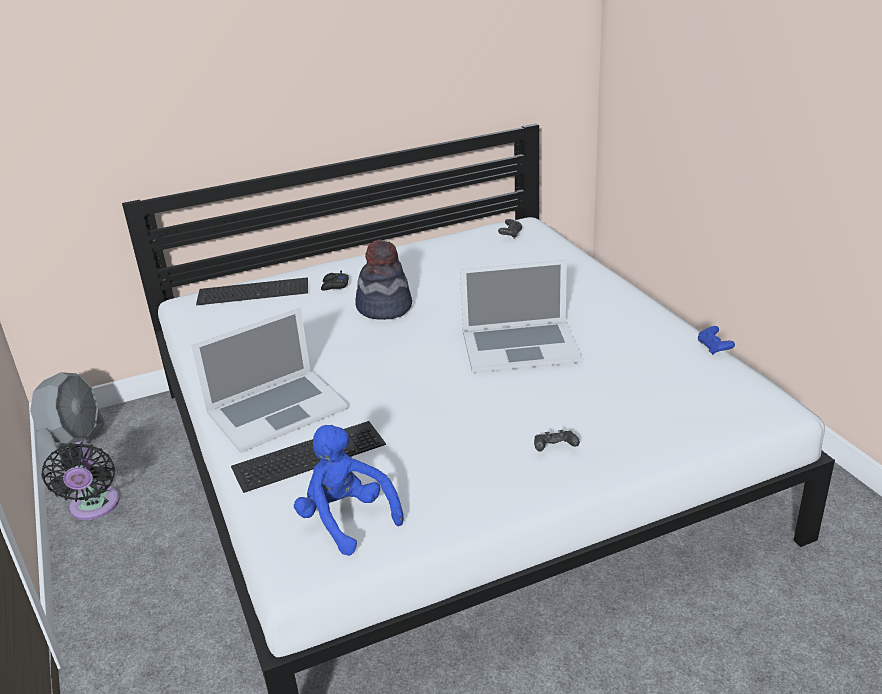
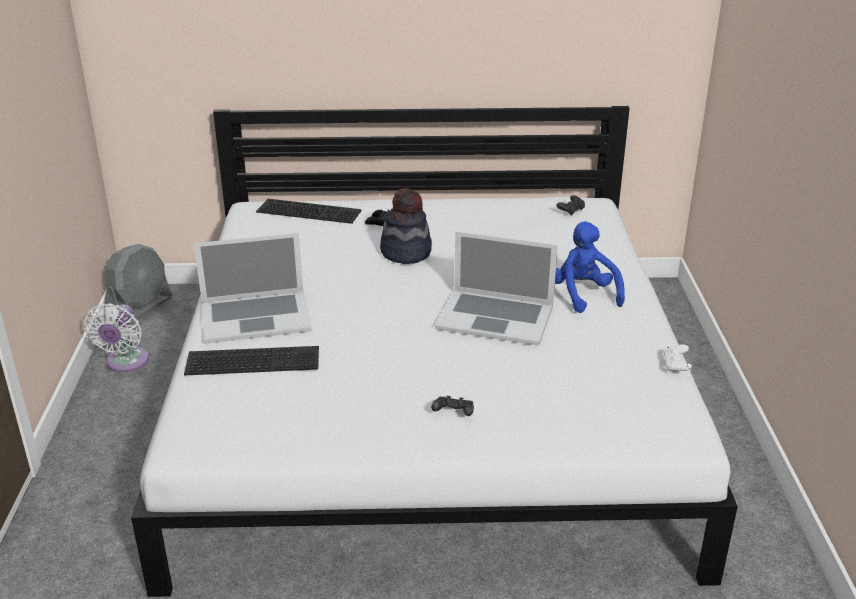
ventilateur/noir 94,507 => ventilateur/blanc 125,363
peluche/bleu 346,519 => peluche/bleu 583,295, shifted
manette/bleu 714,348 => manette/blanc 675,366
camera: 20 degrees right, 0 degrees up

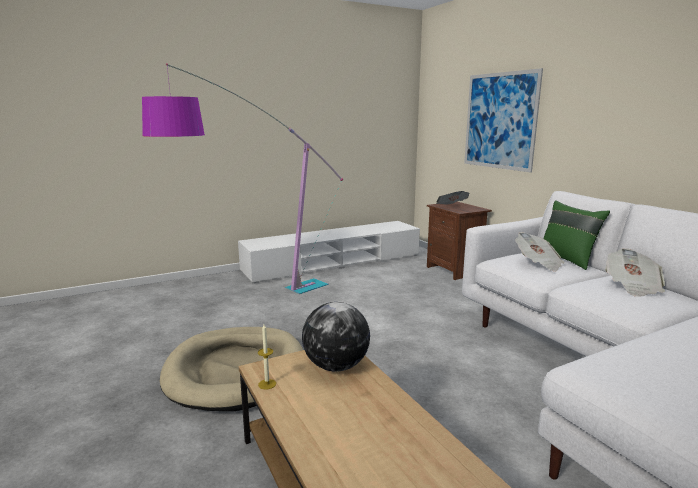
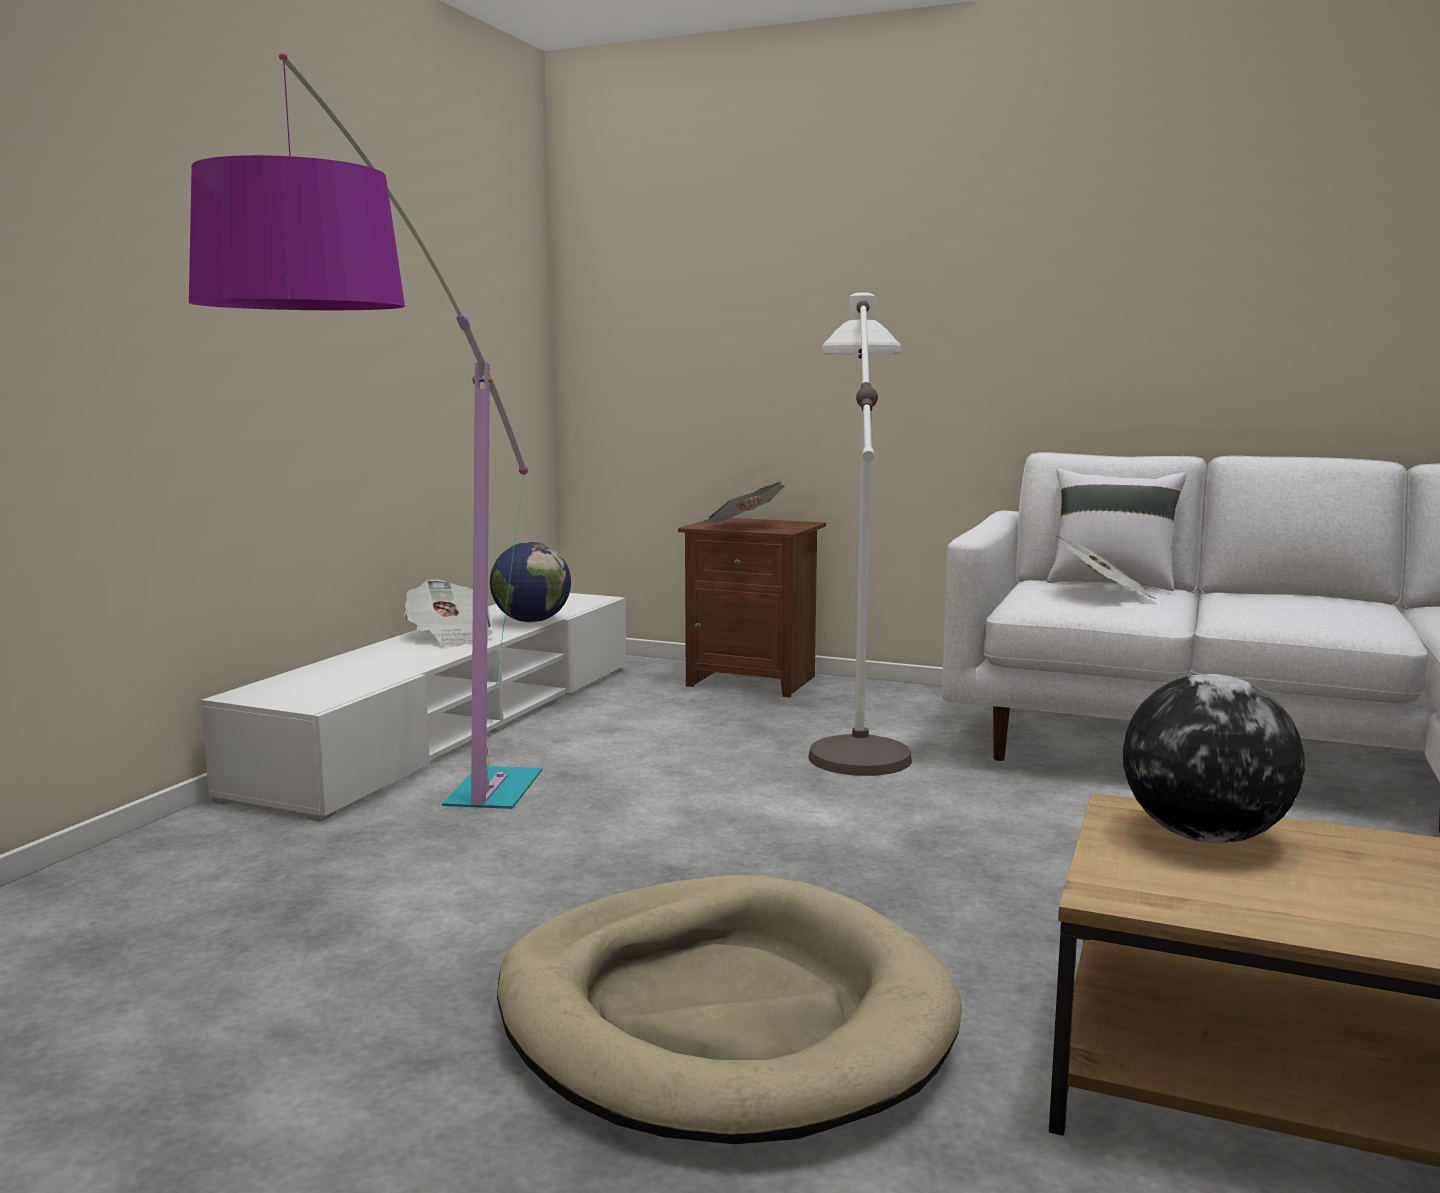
bougie 267,384 => nothing
tableau 499,121 => nothing
coussin/vert 567,260 => coussin/blanc 1111,583
journal 632,287 => journal 450,637, shifted
nothing => globe 531,621
nothing => lampadaire/blanc 857,736
camera: 40 degrees left, 5 degrees down

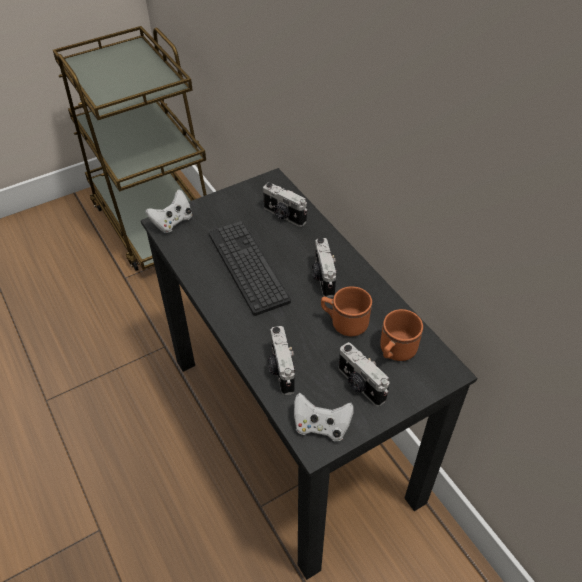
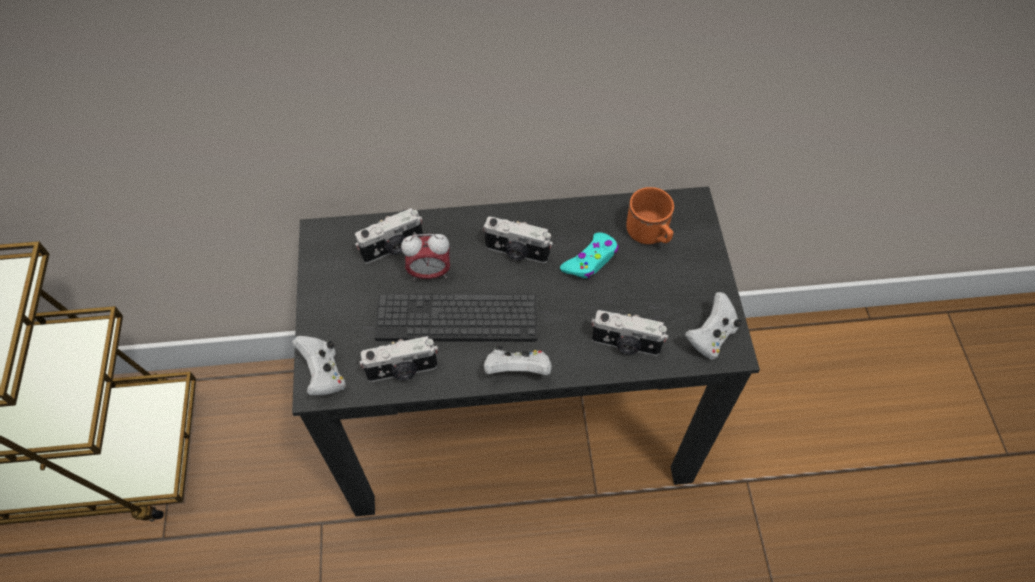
mug/orange 344,323 => manette/turquoise 590,260
appareil photo 360,385 => appareil photo 402,371, shifted
nothing => réveil 429,273
nothing => manette/blanc 517,370
camera: 65 degrees left, 10 degrees up

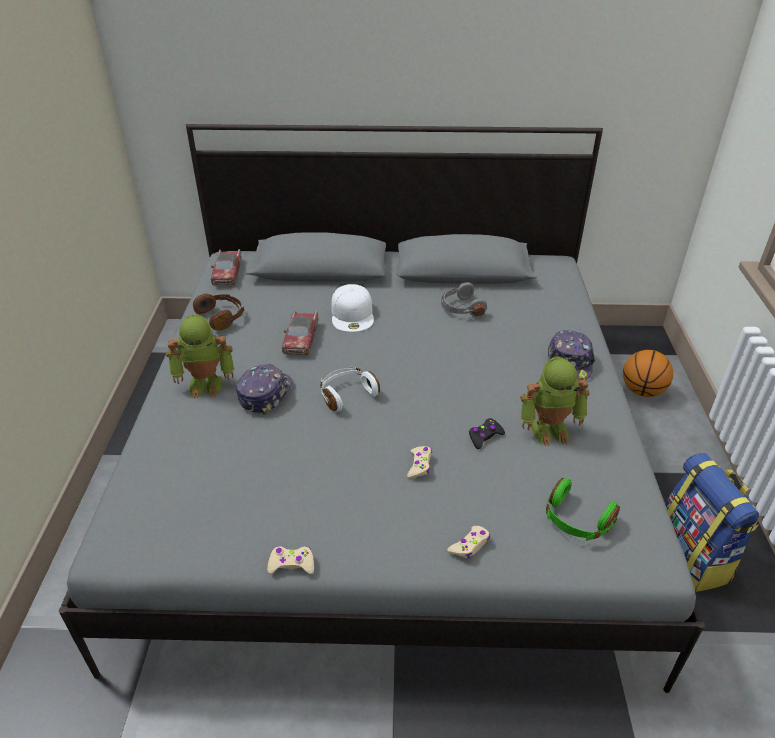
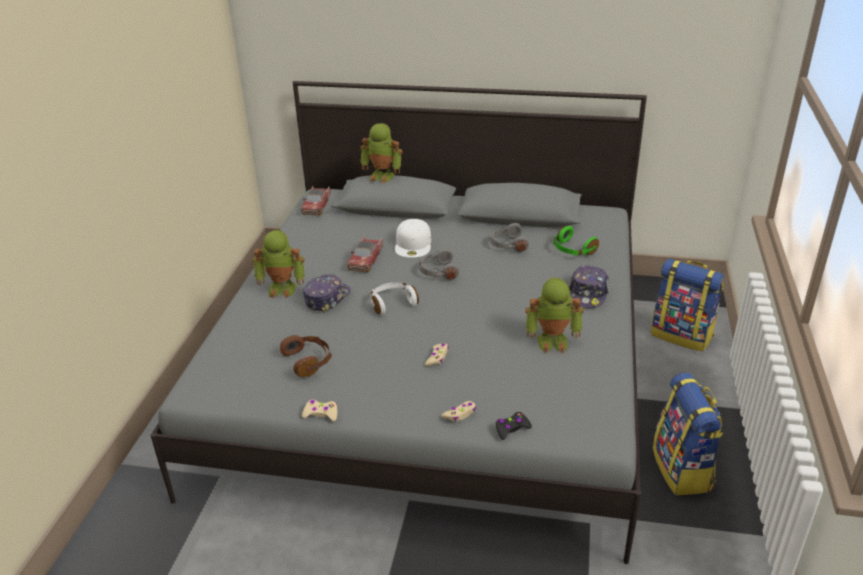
casque audio/marron 221,317 => casque audio/marron 308,361, shifted
manette/noir 484,436 => manette/noir 511,429, shifted
casque audio/vert 576,520 => casque audio/vert 572,250, shifted
ballon de basket 642,391 => sac à dos 682,335
nothing => robot jouet 382,176
nothing => casque audio/gris 438,272
camera: 10 degrees right, 5 degrees down

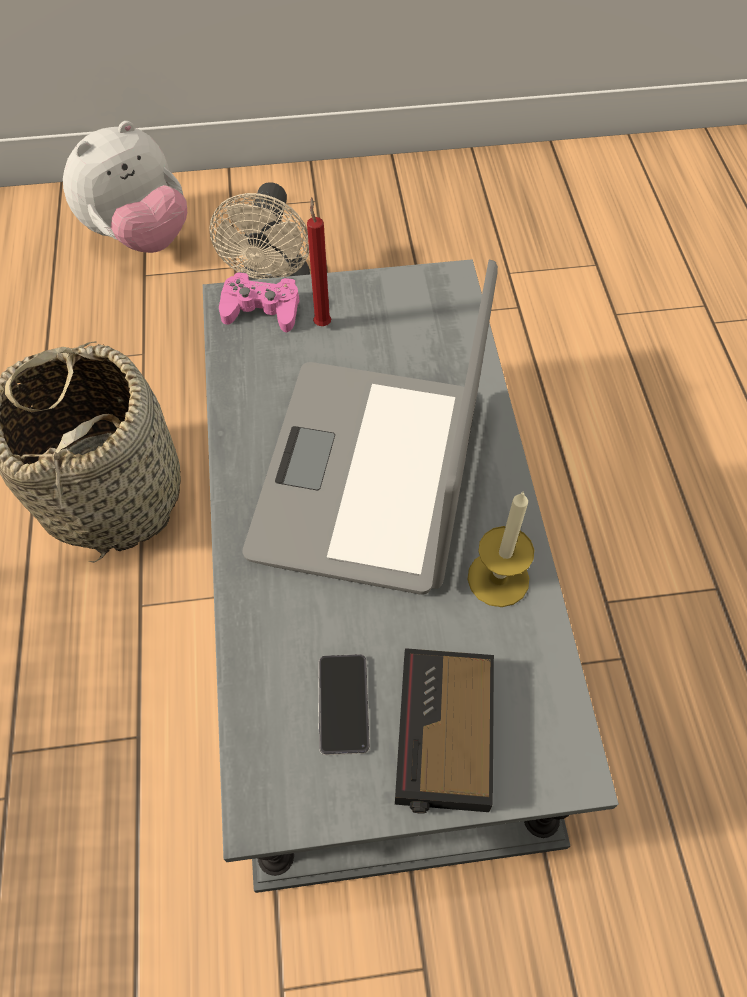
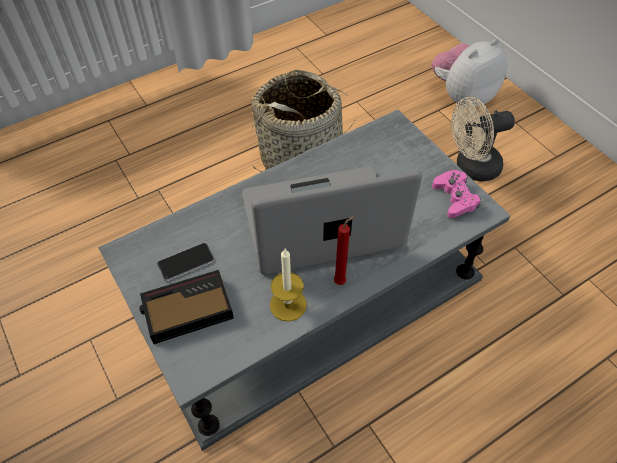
peluche 140,237 => peluche 462,96, 120 degrees clockwise
manette/rose 261,309 => manette/rose 454,198, shifted
bougie/rouge 322,322 => bougie/rouge 341,281, shifted
camera: 65 degrees right, 5 degrees down

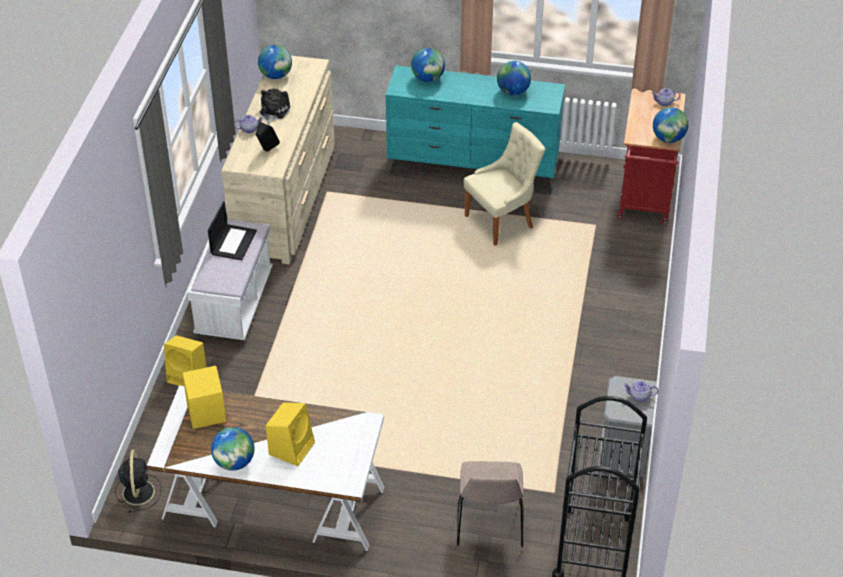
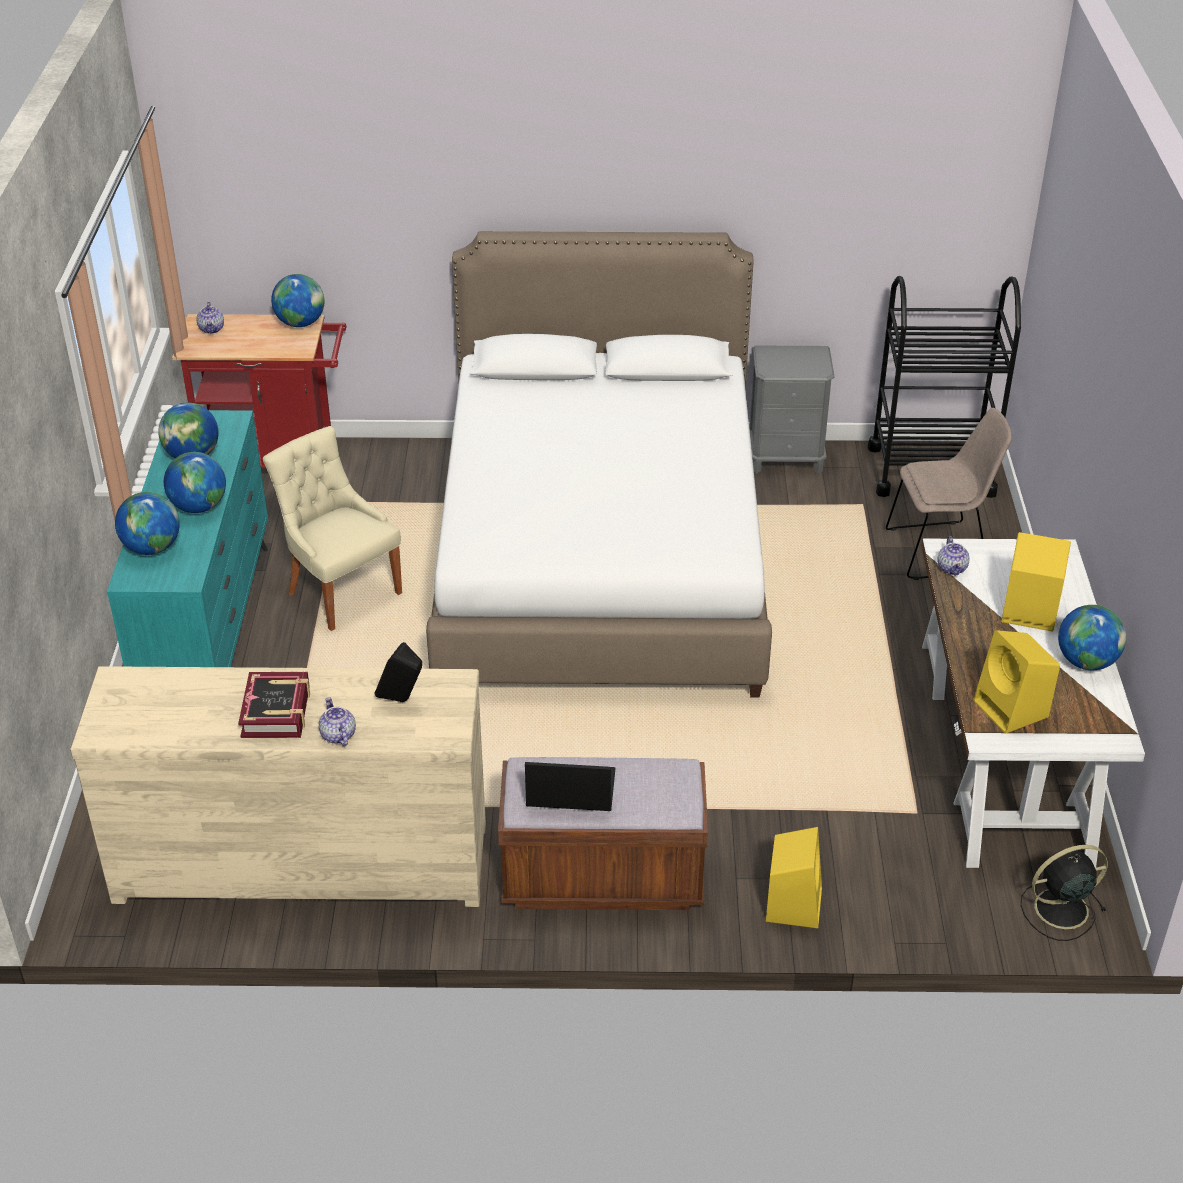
banc/blanc 234,304 => banc/marron 602,878
globe 276,75 => globe 199,507, shifted
peluche 273,111 => livre 276,712
théière 639,396 => théière 952,568, shifted
nothing => lit/blanc 600,559
camera: 100 degrees left, 5 degrees down

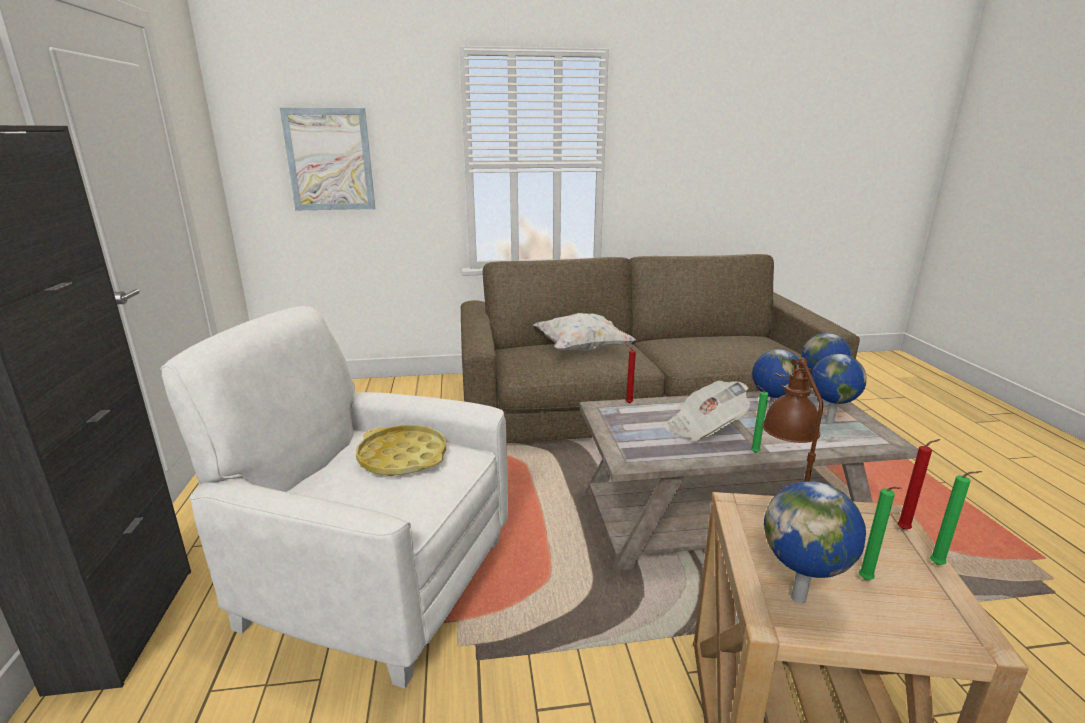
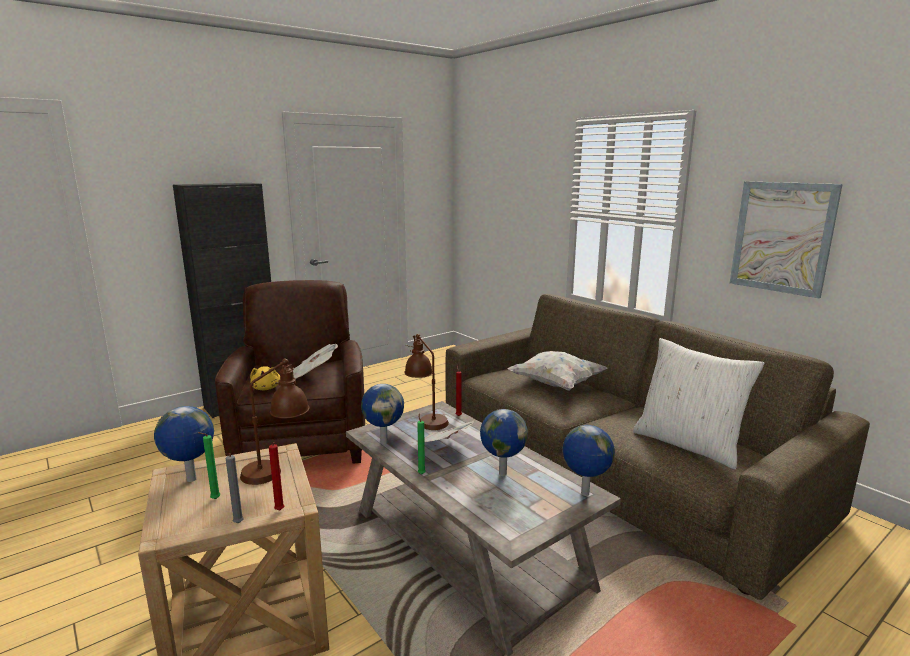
fauteuil/blanc 374,580 => fauteuil/marron 302,441
tableau 329,160 => tableau 782,237, shifted
plateau/jaune 402,457 => journal 312,374
globe 828,421 => globe 384,442, shifted
bougie/vert 939,565 => bougie/gris 237,524
nothing => peluche/jaune 266,388
nothing => lampe de table/marron 426,419
nothing => coussin/blanc 688,444
camera: 60 degrees right, 5 degrees down

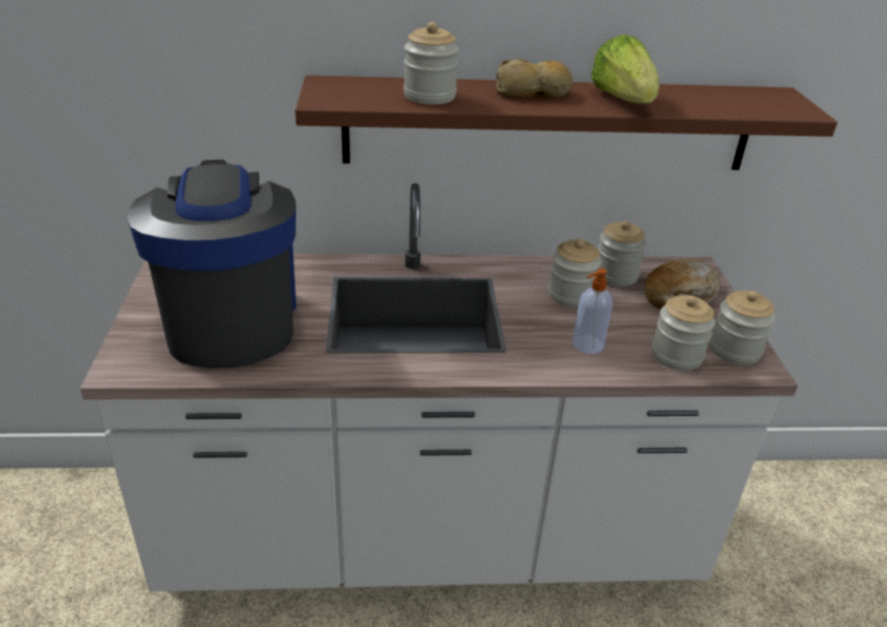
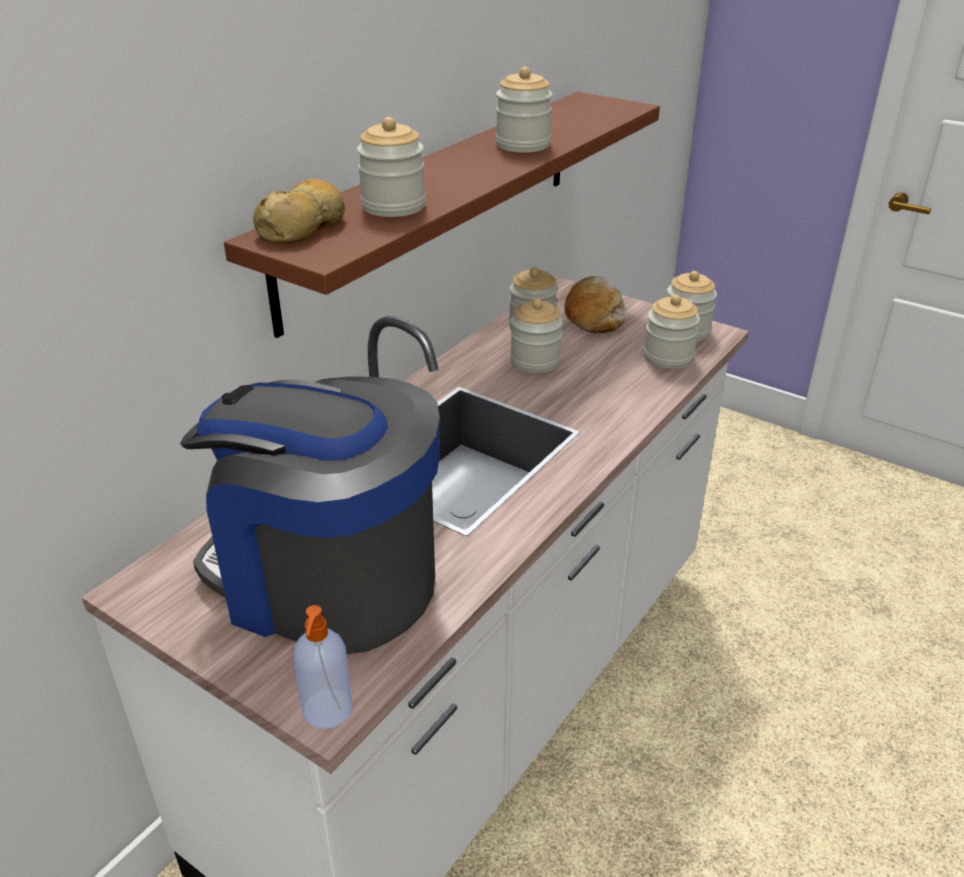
pain 533,93 => pain 304,227, shifted
distributeur de savon 587,345 => distributeur de savon 327,711, shifted
laitue 623,100 => bocal 523,145
camera: 50 degrees left, 0 degrees up

